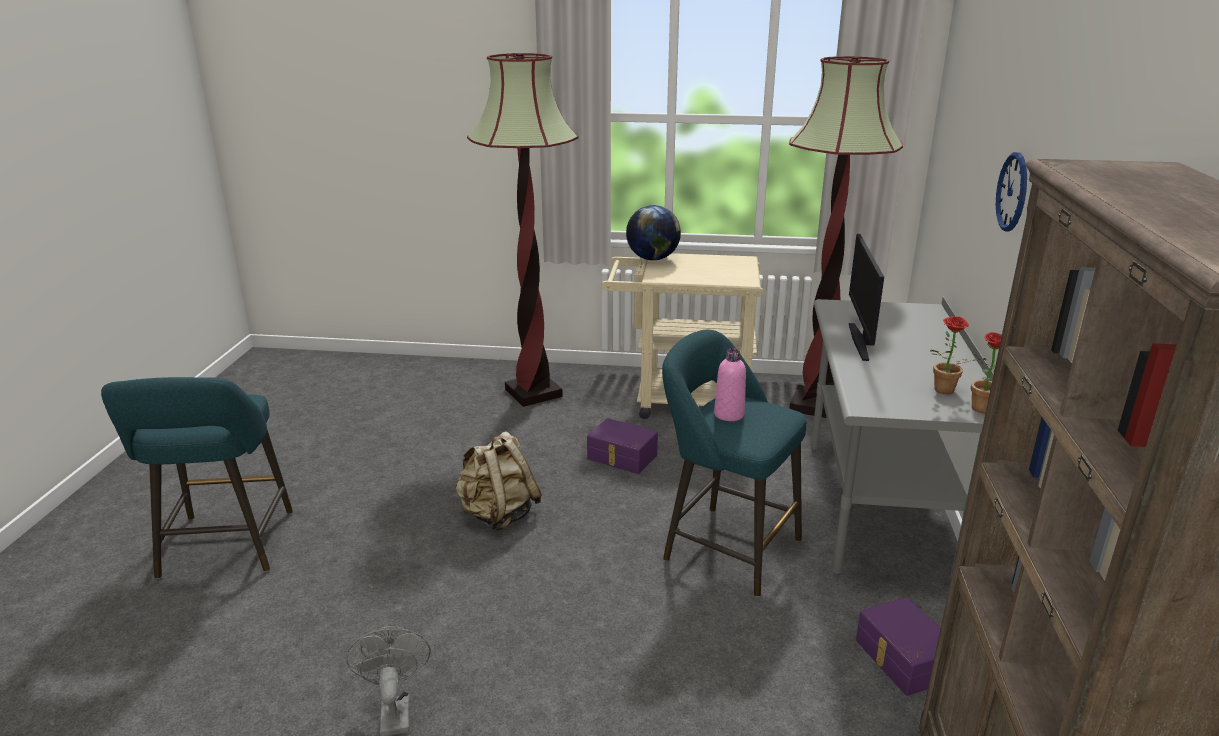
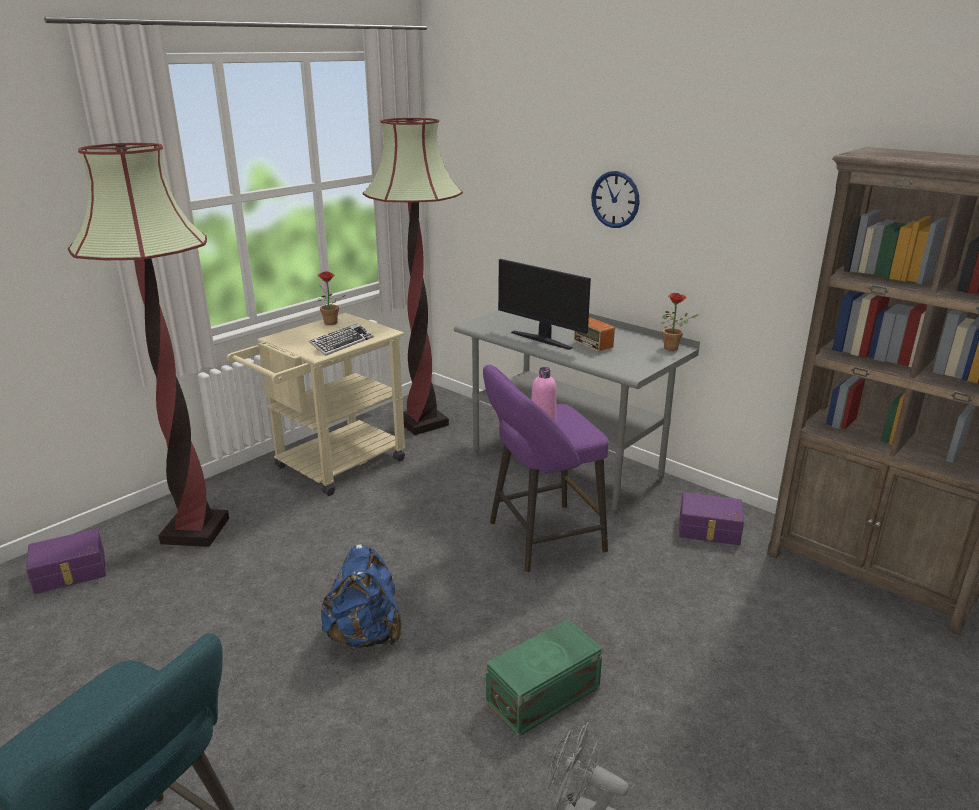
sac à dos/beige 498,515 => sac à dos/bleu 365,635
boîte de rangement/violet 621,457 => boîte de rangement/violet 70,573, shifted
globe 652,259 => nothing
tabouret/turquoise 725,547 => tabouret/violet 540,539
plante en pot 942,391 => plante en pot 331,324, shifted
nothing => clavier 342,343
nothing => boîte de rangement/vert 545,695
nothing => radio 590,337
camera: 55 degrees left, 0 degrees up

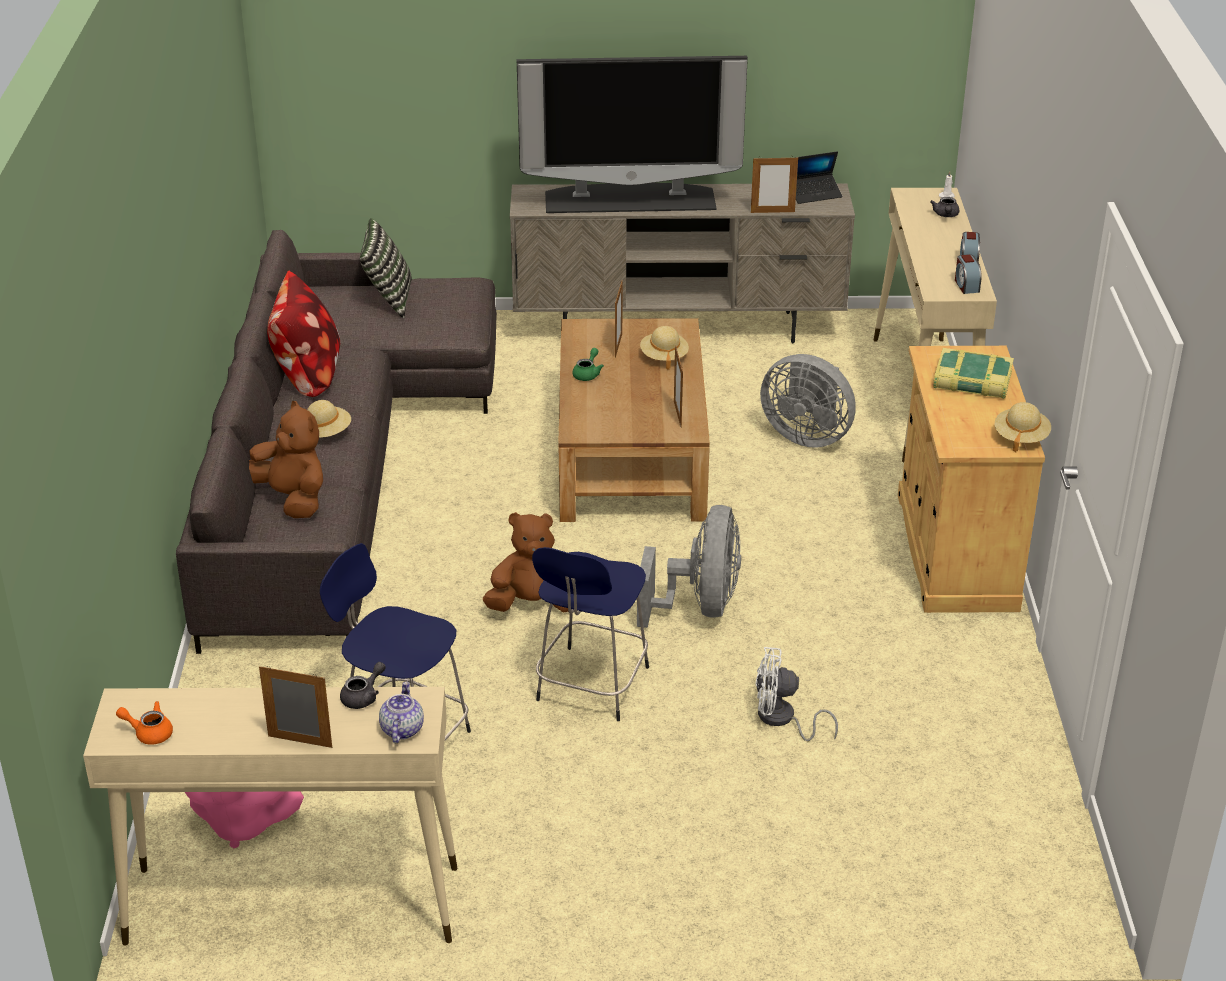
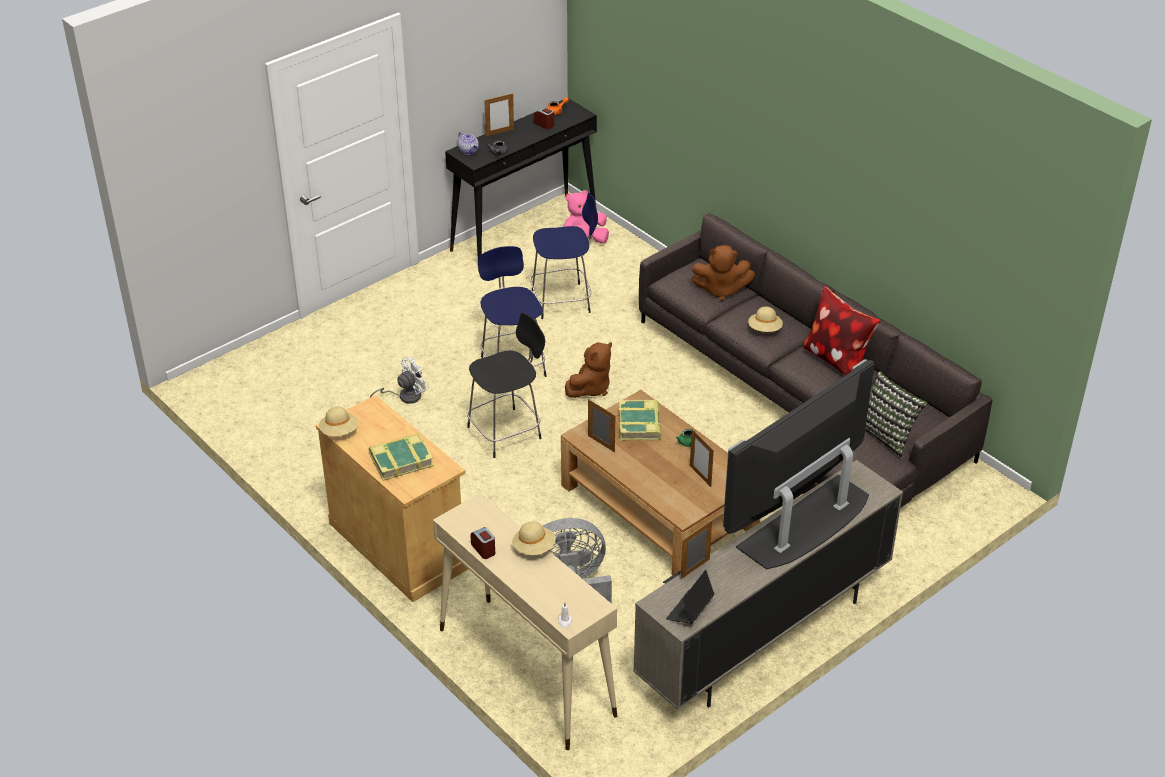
table console/beige 291,905 => table console/noir 525,232
ventilateur/gris 699,606 => tabouret/noir 507,432
chapeau/beige 664,357 => chapeau/beige 534,548, shifted
théière/gris 945,215 => nothing
réveil 966,285 => réveil 544,124, shifted
nothing => livre 640,424
camera: 140 degrees right, 5 degrees up

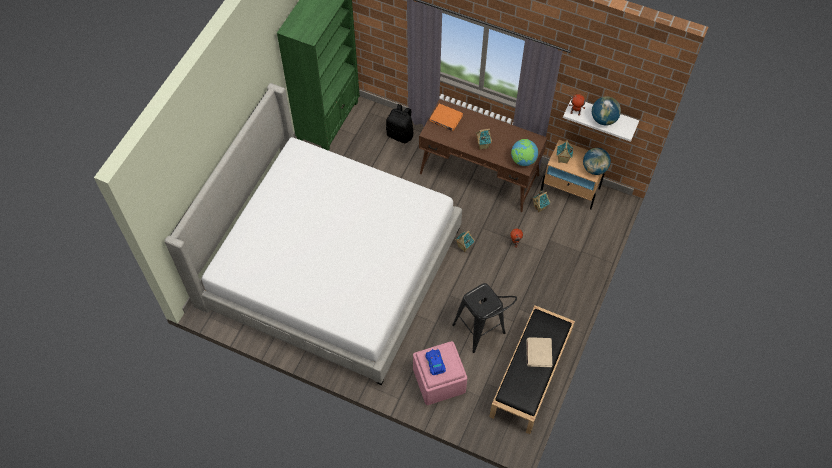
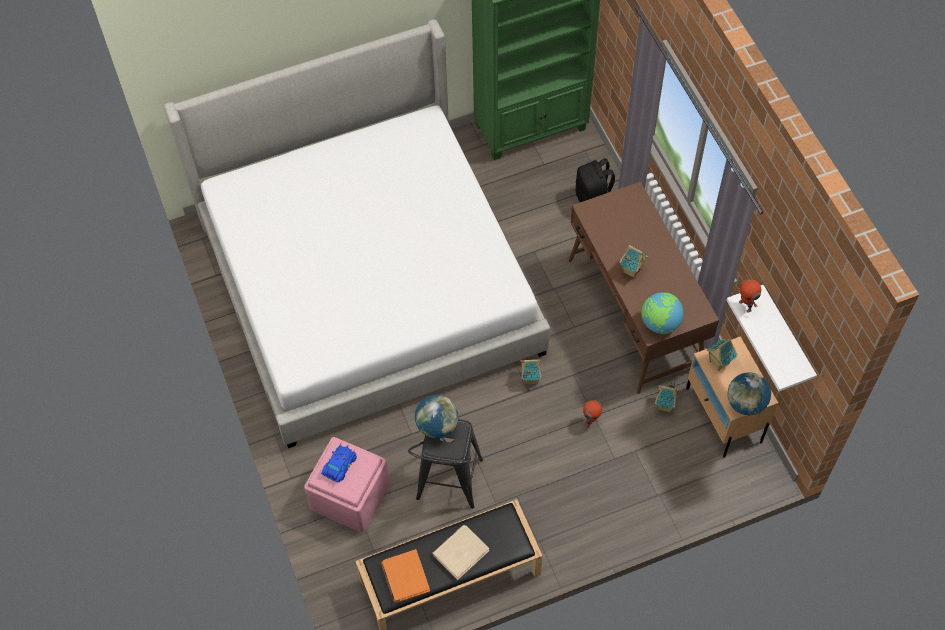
livre/orange 446,118 => livre/orange 405,577, shifted
globe 603,119 => globe 437,426, shifted
camera: 45 degrees right, 0 degrees up

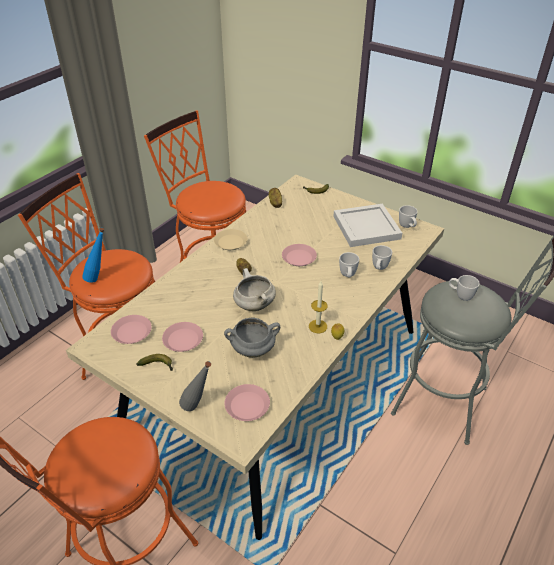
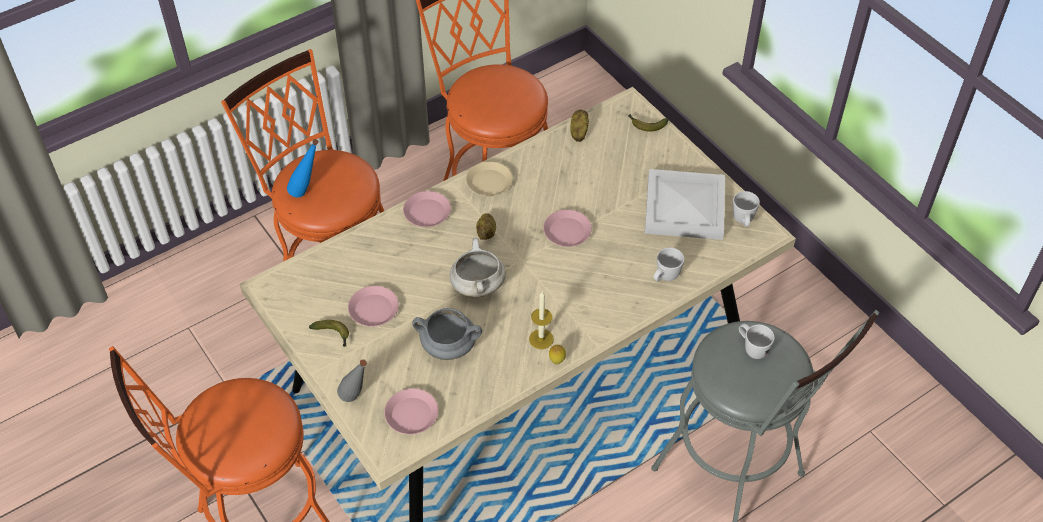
assiette/rose 132,332 => assiette/rose 427,212, shifted
mug/blanc 348,276 => nothing
camera: 20 degrees right, 10 degrees up

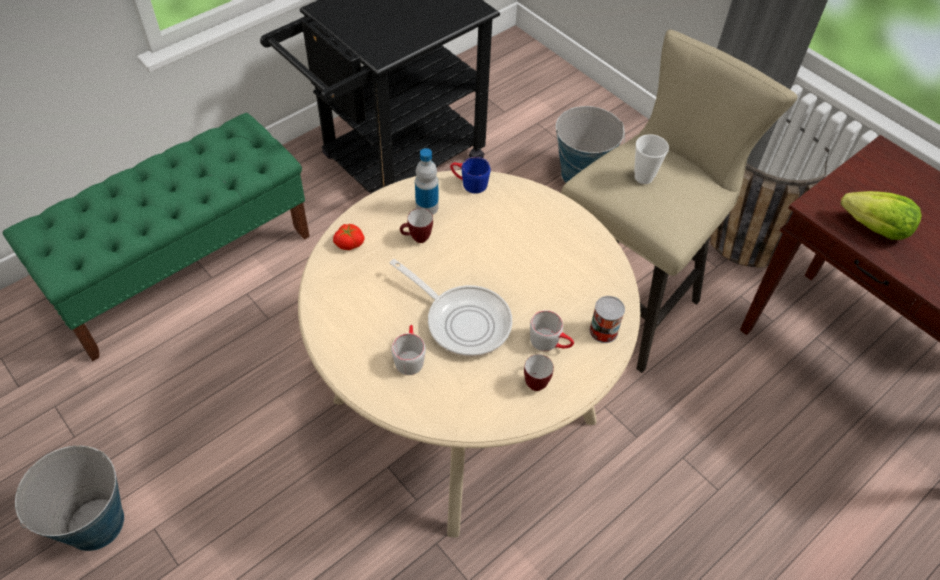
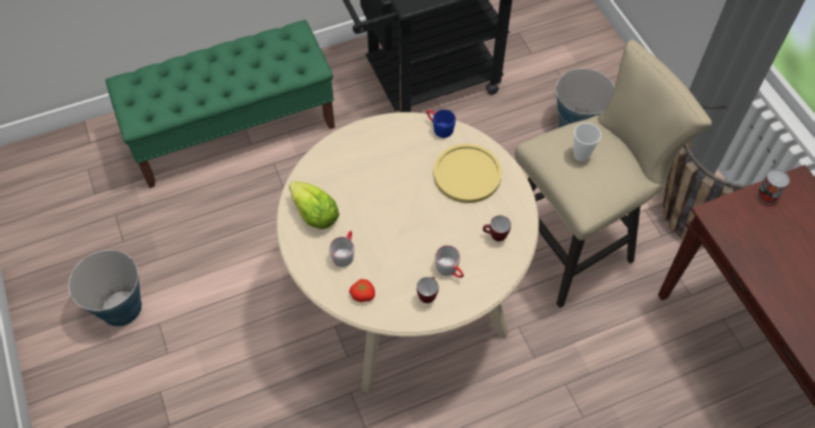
tomate 349,242 => tomate 363,294, shifted
poêle 463,320 => nothing
mug 417,239 => mug 495,237, shifted
bouteille 427,207 => nothing
boîte métallique 603,331 => boîte métallique 767,194, shifted
laitue 875,229 => laitue 315,215, shifted
nothing => assiette/jaune 467,174
camera: 20 degrees right, 5 degrees up

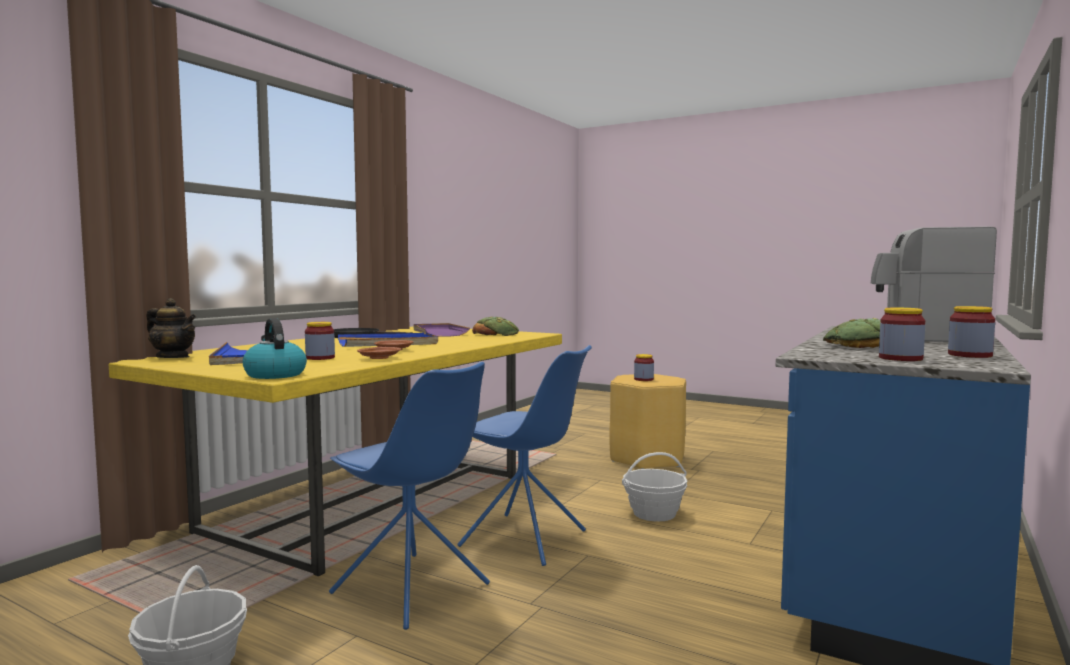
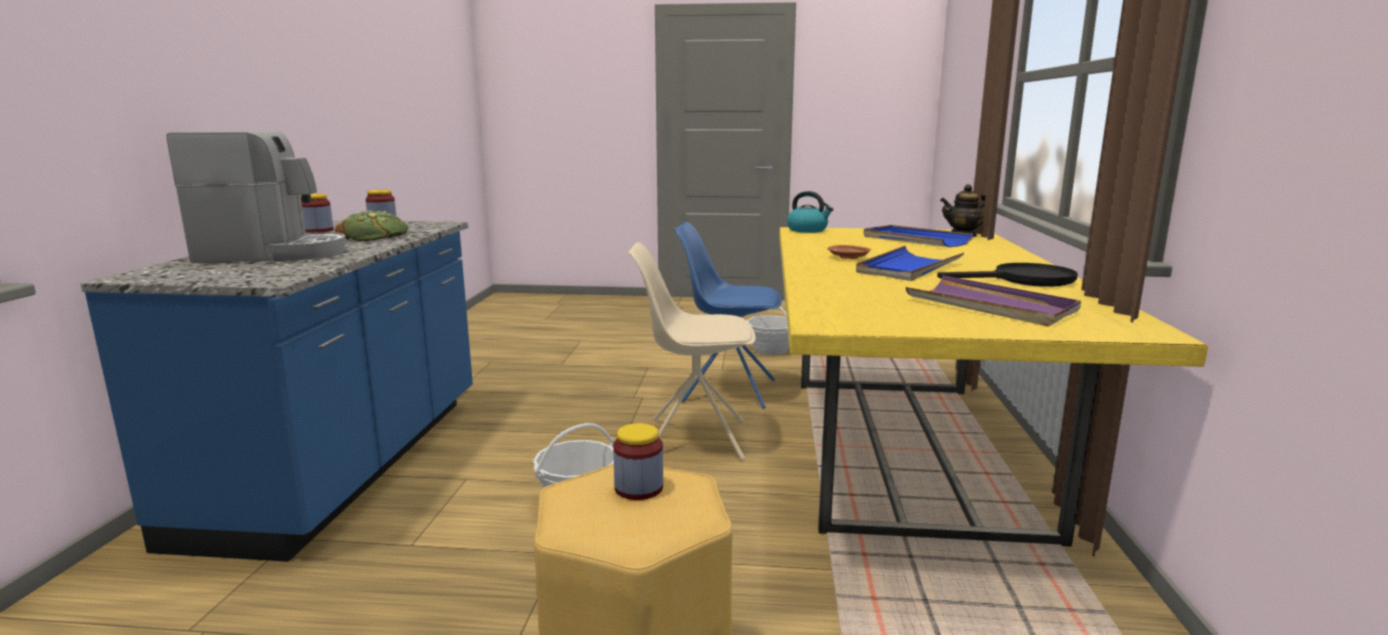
bocal 320,358 => nothing
assiette/marron 379,358 => nothing
chaise/bleu 525,539 => chaise/beige 693,439
pain 496,333 => nothing
camera: 155 degrees right, 10 degrees up

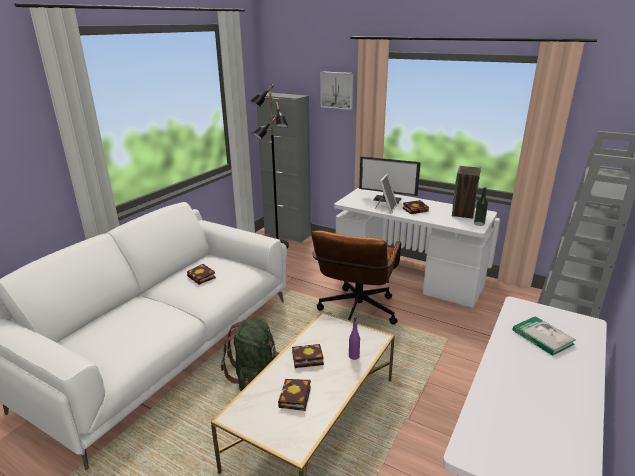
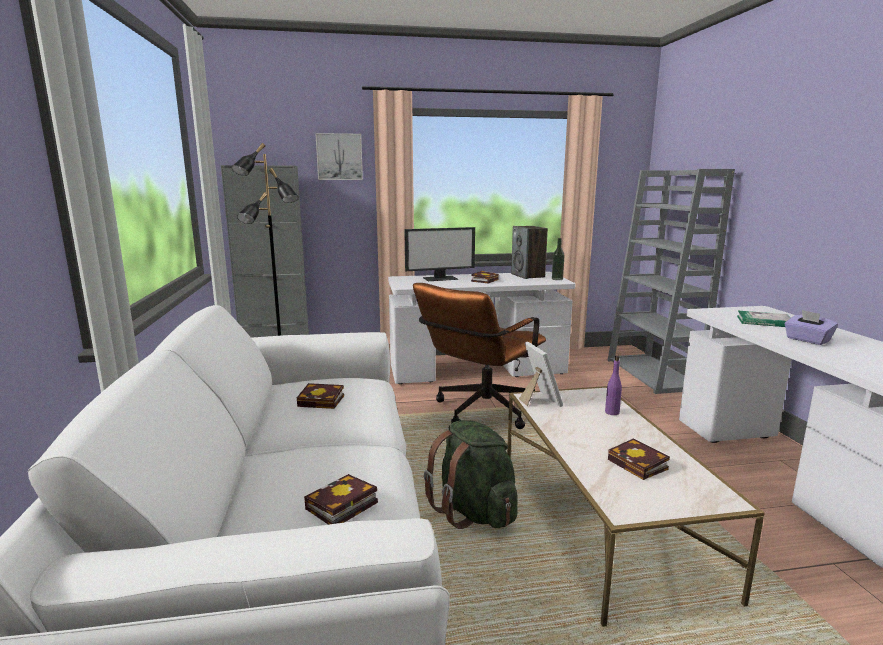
livre 306,359 => livre 340,507, shifted
chaise de bureau/marron 356,314 => chaise de bureau/marron 479,413, 60 degrees clockwise
cadre photo 386,208 => cadre photo 539,400, shifted
nothing => boîte à mouchoirs/violet 807,340
camera: 40 degrees left, 10 degrees down

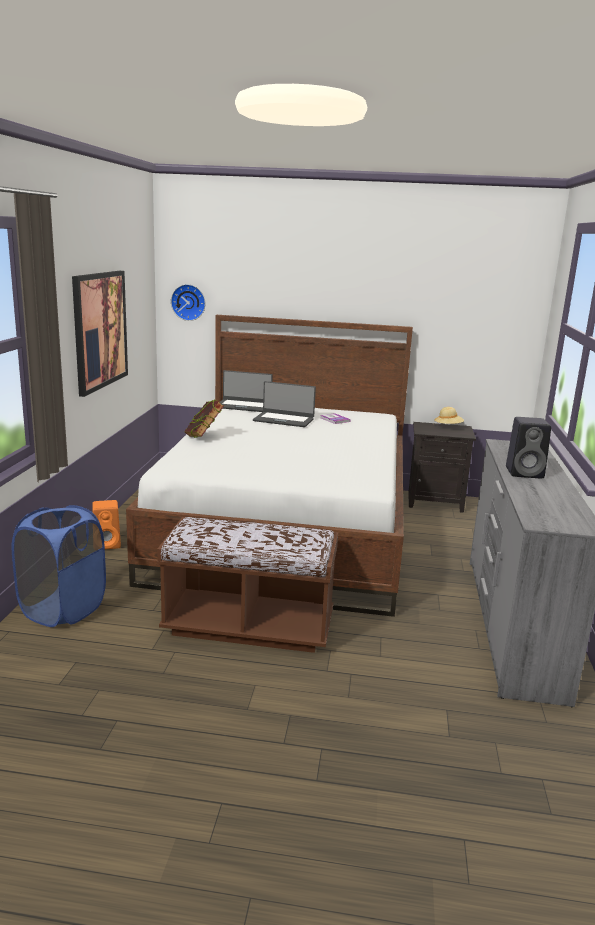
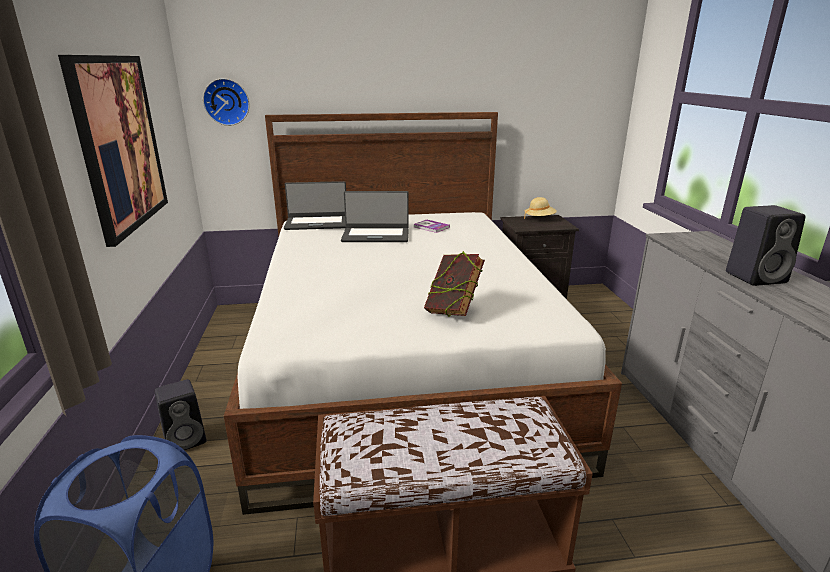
enceinte/orange 108,544 => enceinte/noir 187,439
livre 204,437 => livre 453,311, shifted
camera: 15 degrees left, 5 degrees up

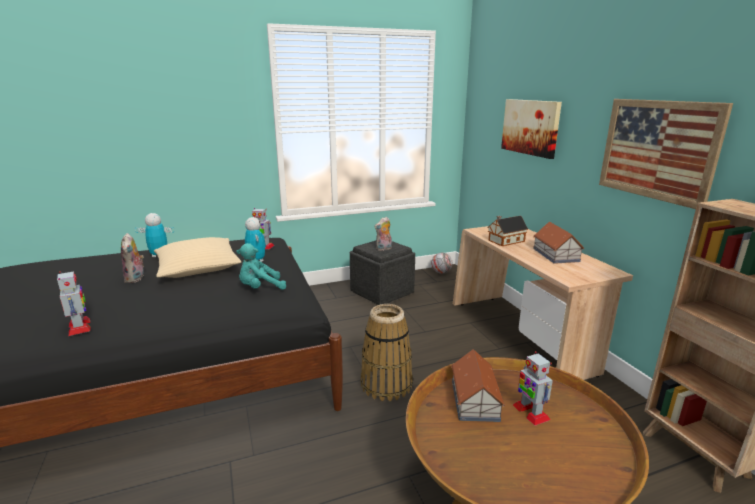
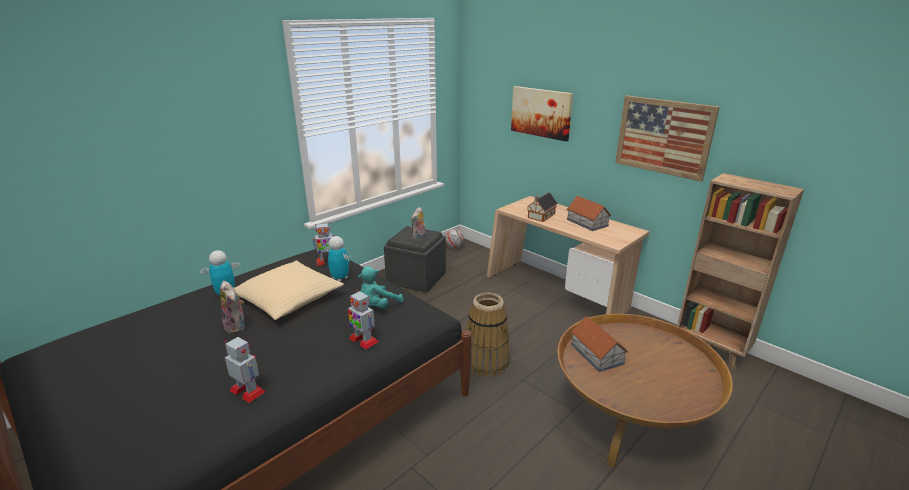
robot jouet 530,412 => robot jouet 363,340, shifted
camera: 25 degrees left, 5 degrees up

